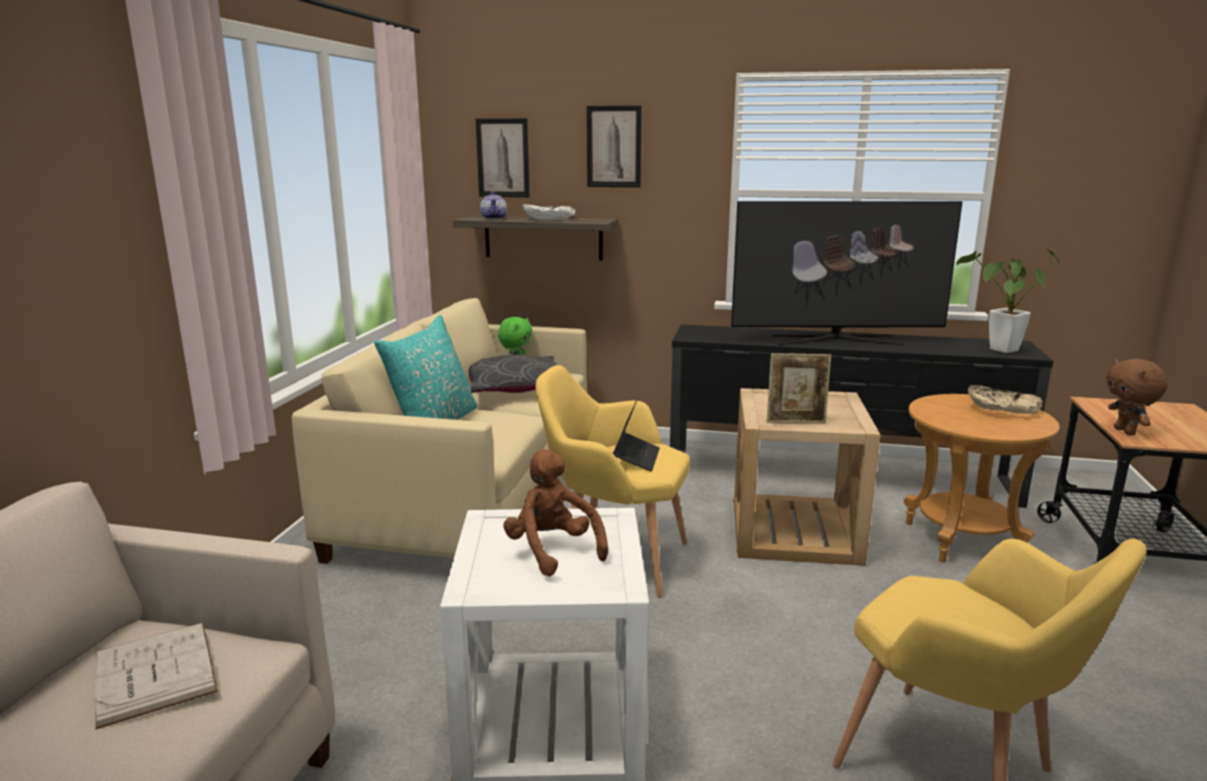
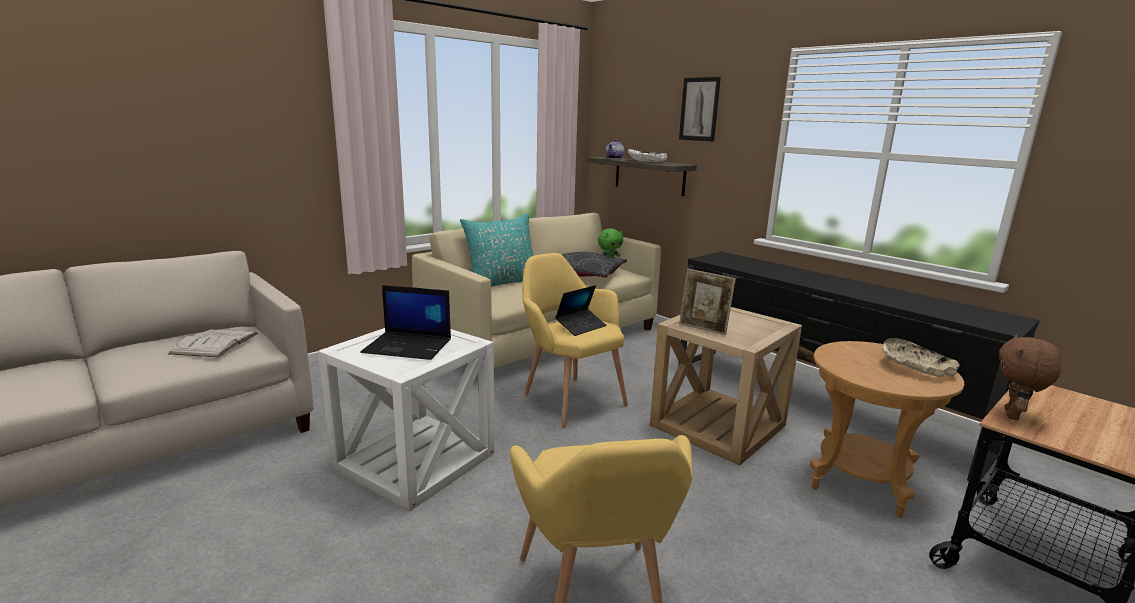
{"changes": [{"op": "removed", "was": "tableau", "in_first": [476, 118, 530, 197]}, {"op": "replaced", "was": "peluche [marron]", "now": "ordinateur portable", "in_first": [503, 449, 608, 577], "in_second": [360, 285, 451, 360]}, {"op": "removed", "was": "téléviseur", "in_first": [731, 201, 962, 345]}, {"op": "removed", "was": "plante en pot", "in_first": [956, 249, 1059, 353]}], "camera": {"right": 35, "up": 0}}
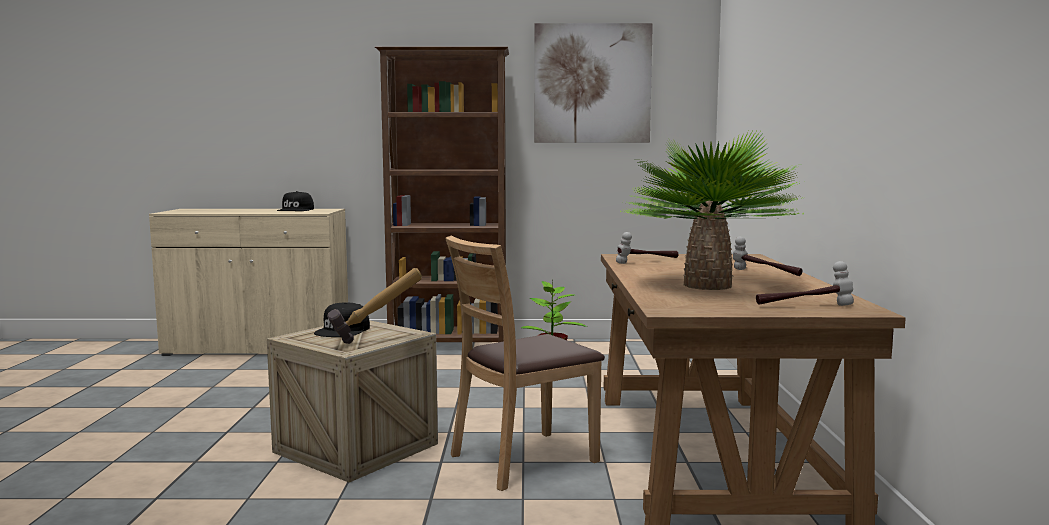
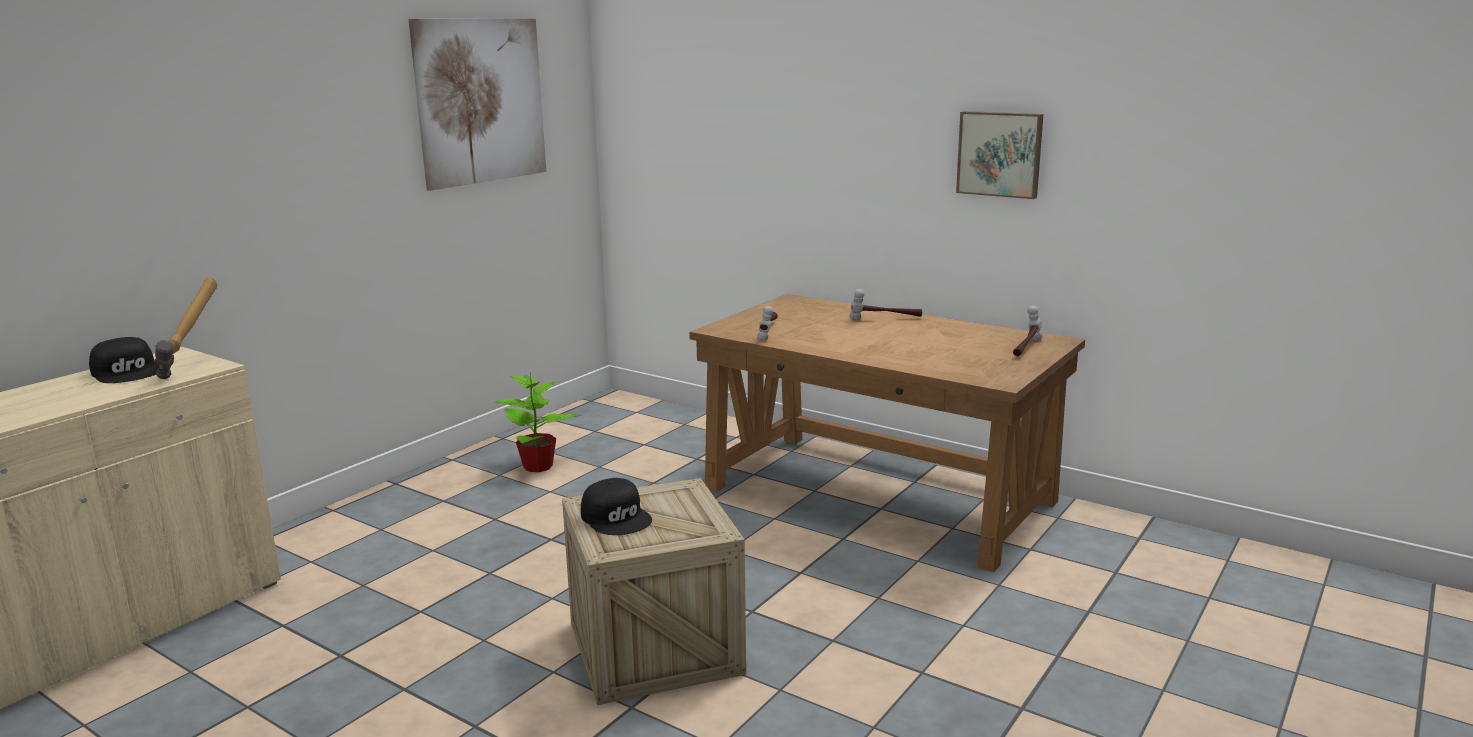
{"changes": [{"op": "moved", "was": "marteau", "in_first": [327, 268, 422, 344], "in_second": [154, 278, 217, 379]}, {"op": "removed", "was": "bibliothèque [marron]", "in_first": [375, 46, 509, 342]}, {"op": "removed", "was": "chaise [marron]", "in_first": [445, 235, 605, 491]}, {"op": "removed", "was": "plante en pot", "in_first": [621, 131, 807, 290]}, {"op": "added", "now": "tableau", "in_second": [956, 111, 1043, 199]}], "camera": {"right": -55, "up": 10}}
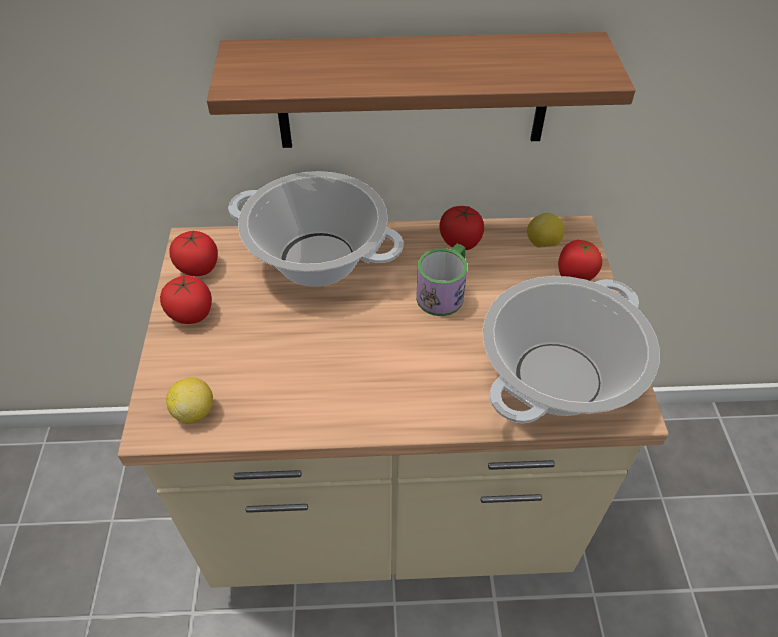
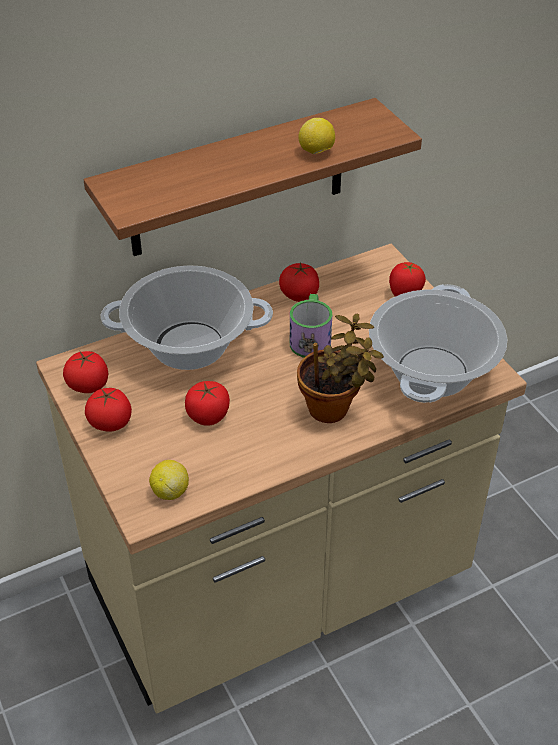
{"changes": [{"op": "moved", "was": "citron", "in_first": [527, 213, 565, 248], "in_second": [298, 118, 335, 154]}, {"op": "added", "now": "tomate", "in_second": [185, 381, 230, 426]}, {"op": "added", "now": "plante en pot", "in_second": [297, 313, 384, 423]}], "camera": {"right": -25, "up": -5}}
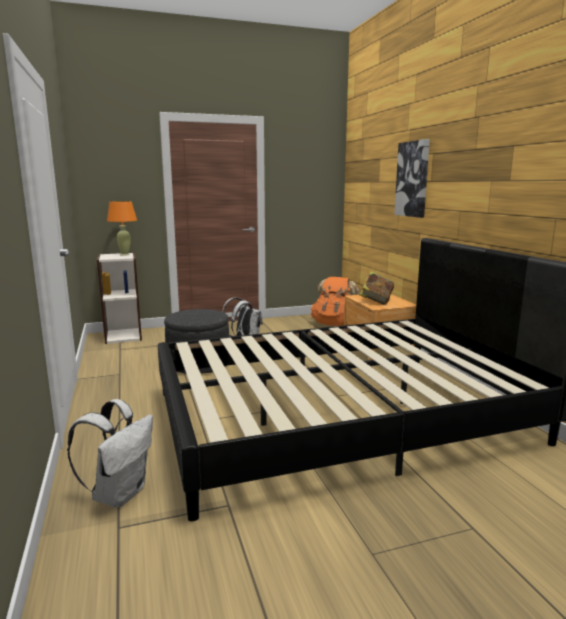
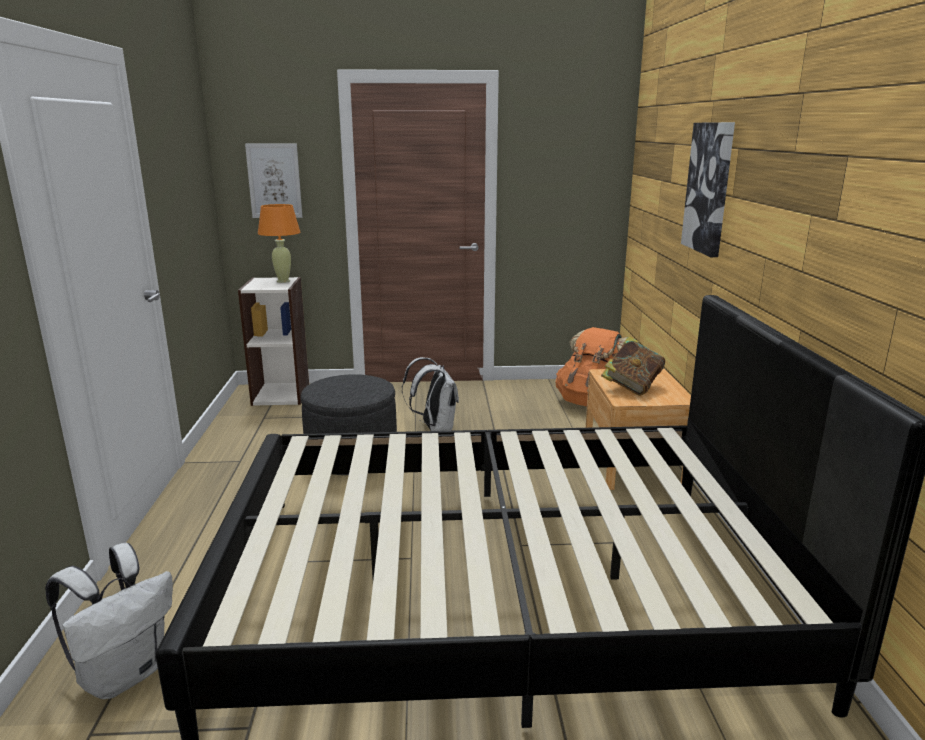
{"changes": [{"op": "added", "now": "tableau", "in_second": [245, 144, 302, 218]}], "camera": {"right": 15, "up": 5}}
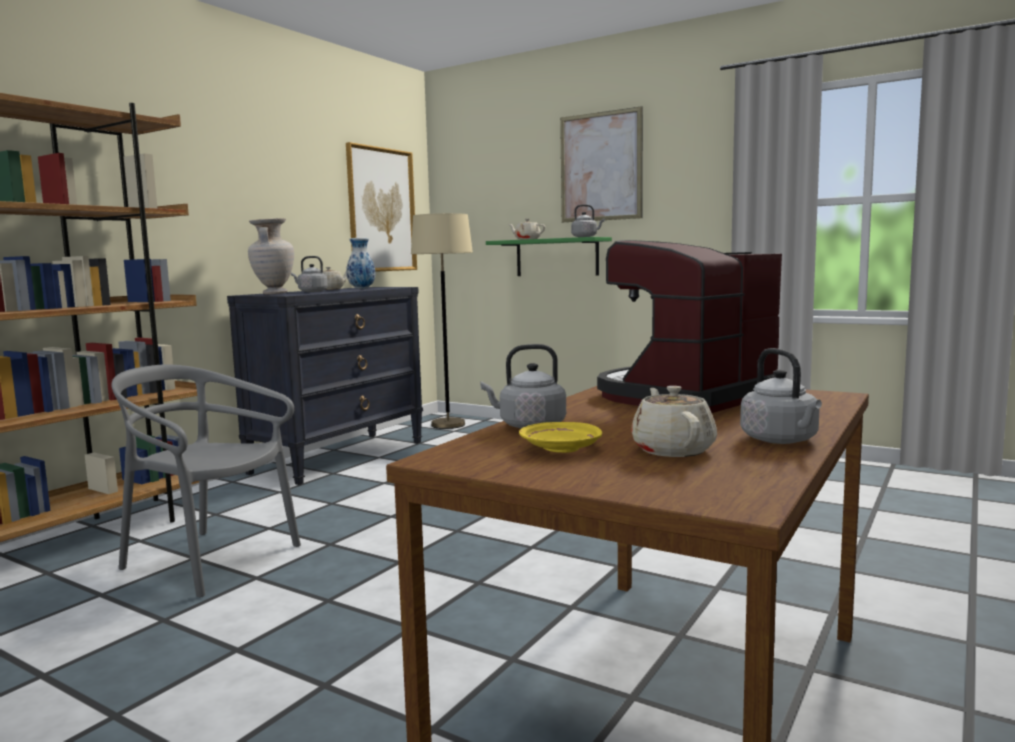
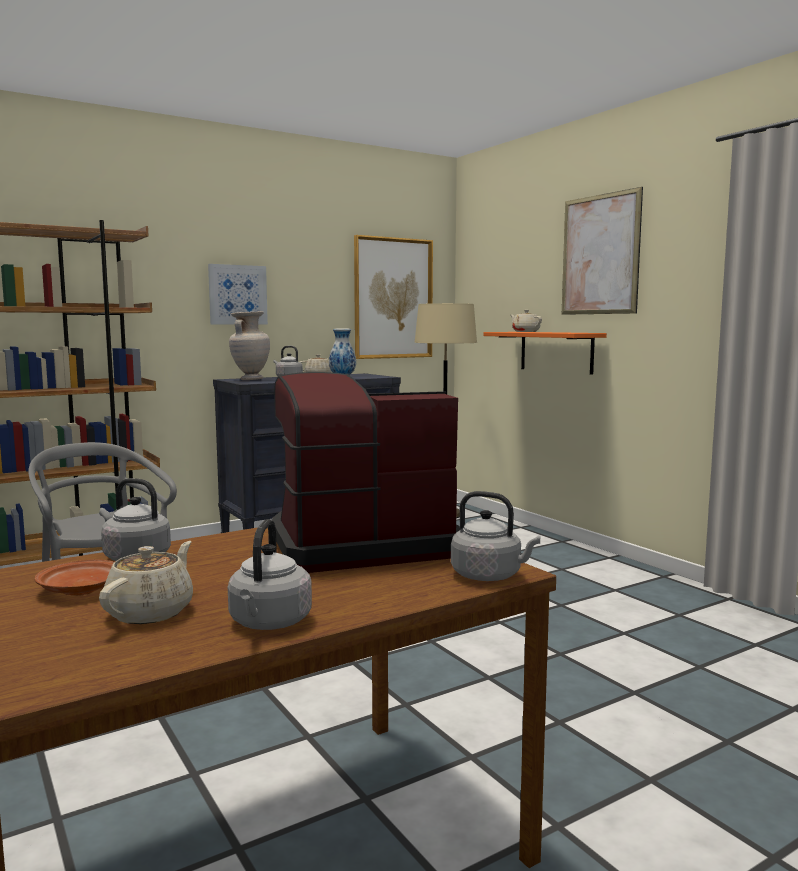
{"changes": [{"op": "recoloured", "was": "étagère [vert]", "now": "étagère [orange]", "in_first": [486, 237, 612, 276], "in_second": [484, 332, 607, 375]}, {"op": "recoloured", "was": "assiette [jaune]", "now": "assiette [marron]", "in_first": [519, 422, 602, 453], "in_second": [35, 559, 114, 596]}, {"op": "moved", "was": "bouilloire [gris]", "in_first": [571, 204, 605, 237], "in_second": [451, 491, 541, 581]}, {"op": "added", "now": "tableau", "in_second": [208, 264, 268, 324]}], "camera": {"right": 25, "up": 0}}
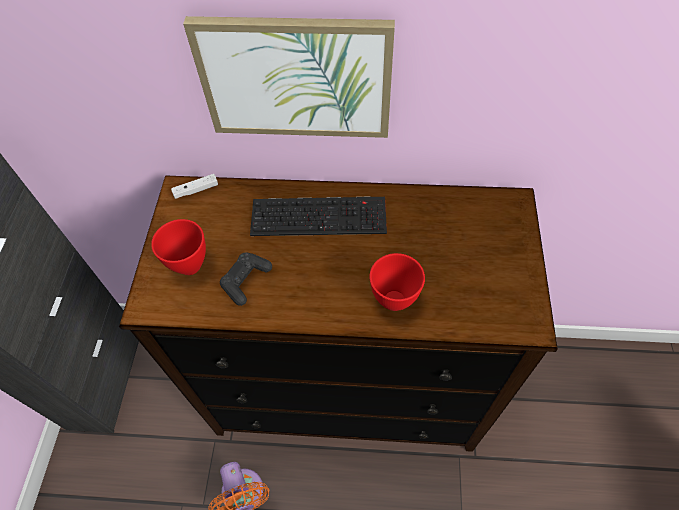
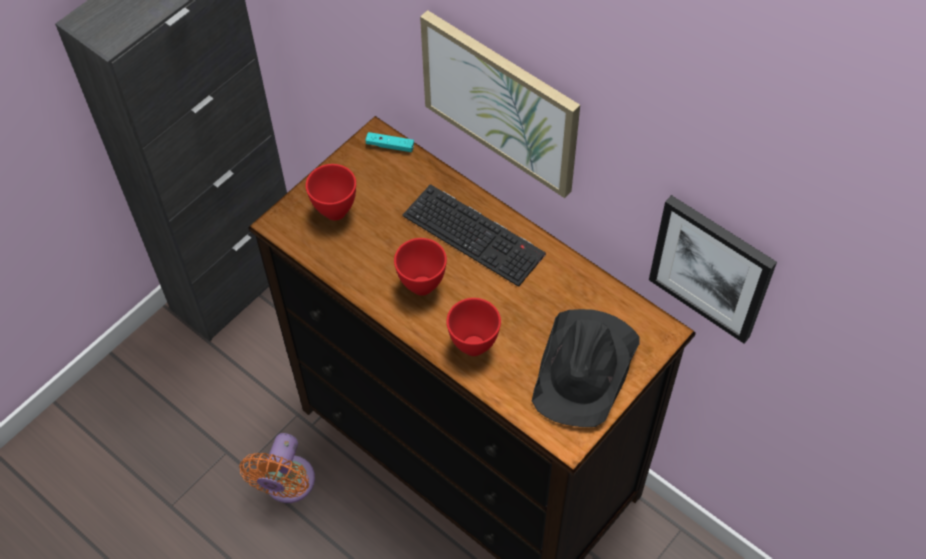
{"changes": [{"op": "recoloured", "was": "manette [blanc]", "now": "manette [turquoise]", "in_first": [171, 174, 218, 199], "in_second": [366, 132, 414, 152]}, {"op": "removed", "was": "manette [noir]", "in_first": [220, 253, 272, 306]}, {"op": "added", "now": "bol [rouge]", "in_second": [394, 238, 447, 296]}, {"op": "added", "now": "chapeau [noir]", "in_second": [532, 309, 640, 427]}, {"op": "added", "now": "tableau", "in_second": [649, 195, 777, 344]}], "camera": {"right": 35, "up": 0}}
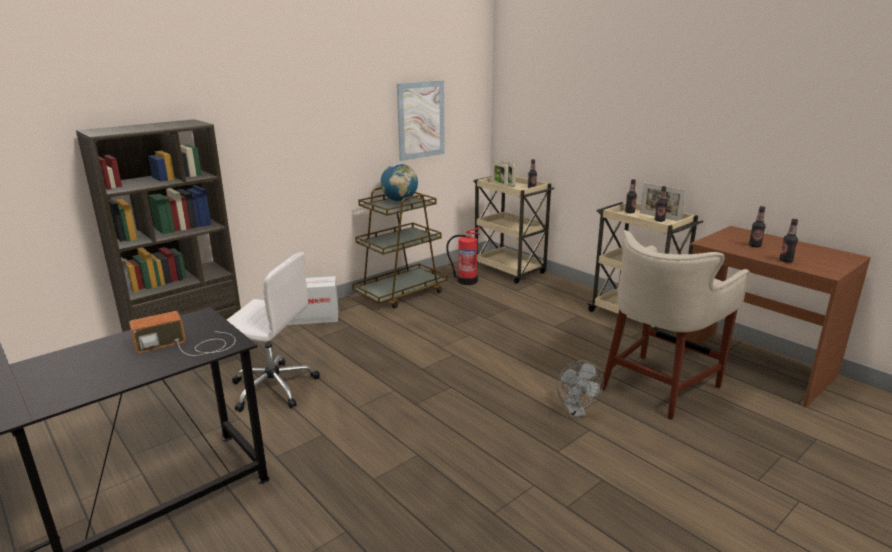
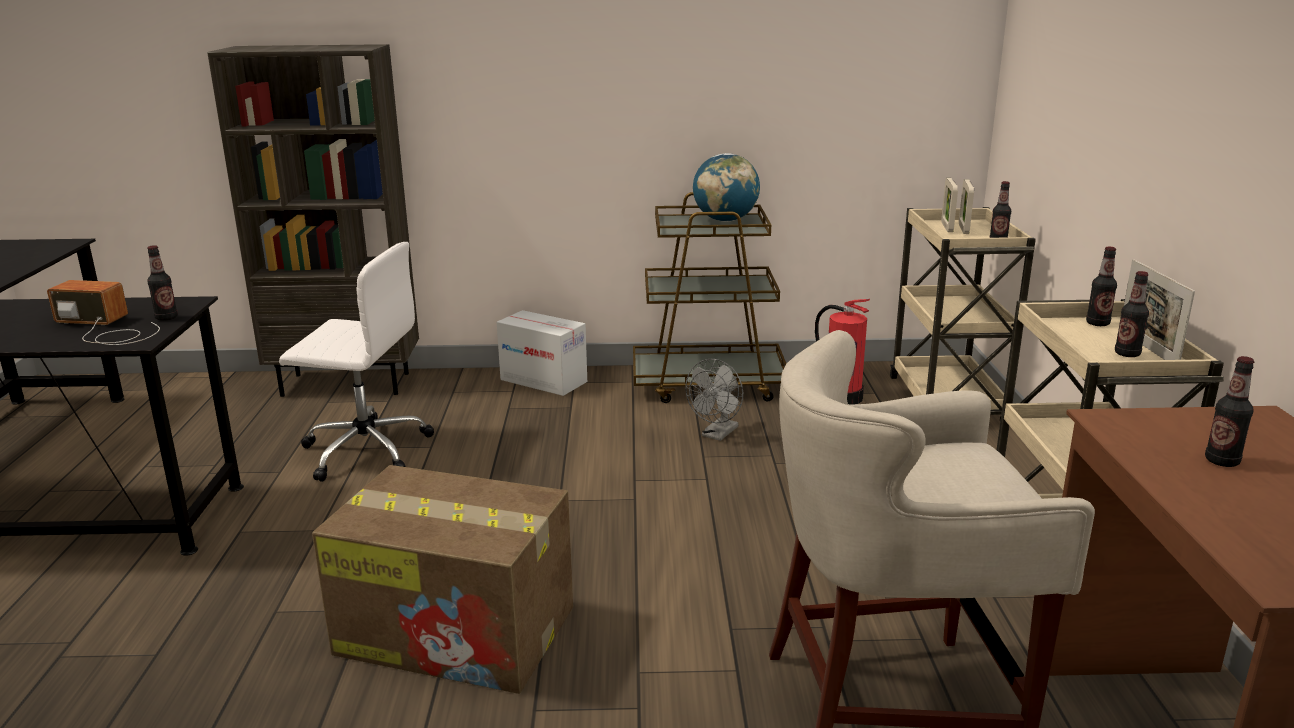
{"changes": [{"op": "turned", "was": "chaise de bureau [blanc]", "in_first": [227, 252, 320, 412], "in_second": [279, 242, 434, 482], "clockwise": -45}, {"op": "removed", "was": "tableau", "in_first": [397, 80, 445, 161]}, {"op": "moved", "was": "ventilateur [gris]", "in_first": [557, 361, 604, 418], "in_second": [685, 359, 743, 441]}, {"op": "moved", "was": "bouteille", "in_first": [779, 219, 798, 263], "in_second": [147, 245, 178, 321]}, {"op": "added", "now": "carton", "in_second": [312, 465, 573, 694]}], "camera": {"right": 40, "up": 0}}
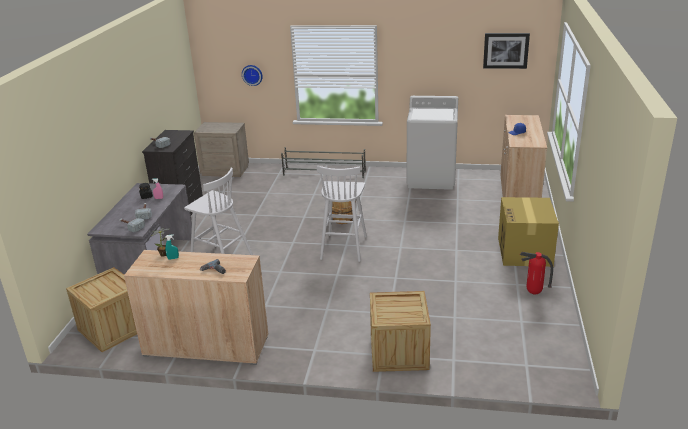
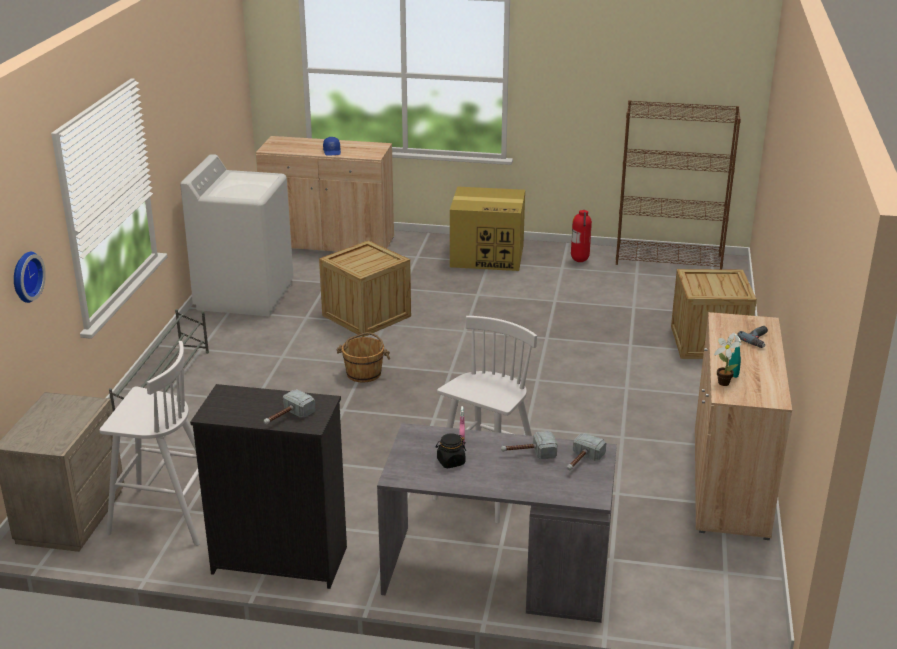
{"changes": [{"op": "moved", "was": "caisse", "in_first": [66, 267, 137, 352], "in_second": [319, 240, 411, 337]}, {"op": "moved", "was": "tabouret [blanc]", "in_first": [317, 165, 367, 262], "in_second": [99, 341, 200, 546]}, {"op": "removed", "was": "tableau", "in_first": [483, 33, 530, 69]}, {"op": "added", "now": "bibliothèque [marron]", "in_second": [616, 100, 741, 269]}], "camera": {"right": -90, "up": 0}}
